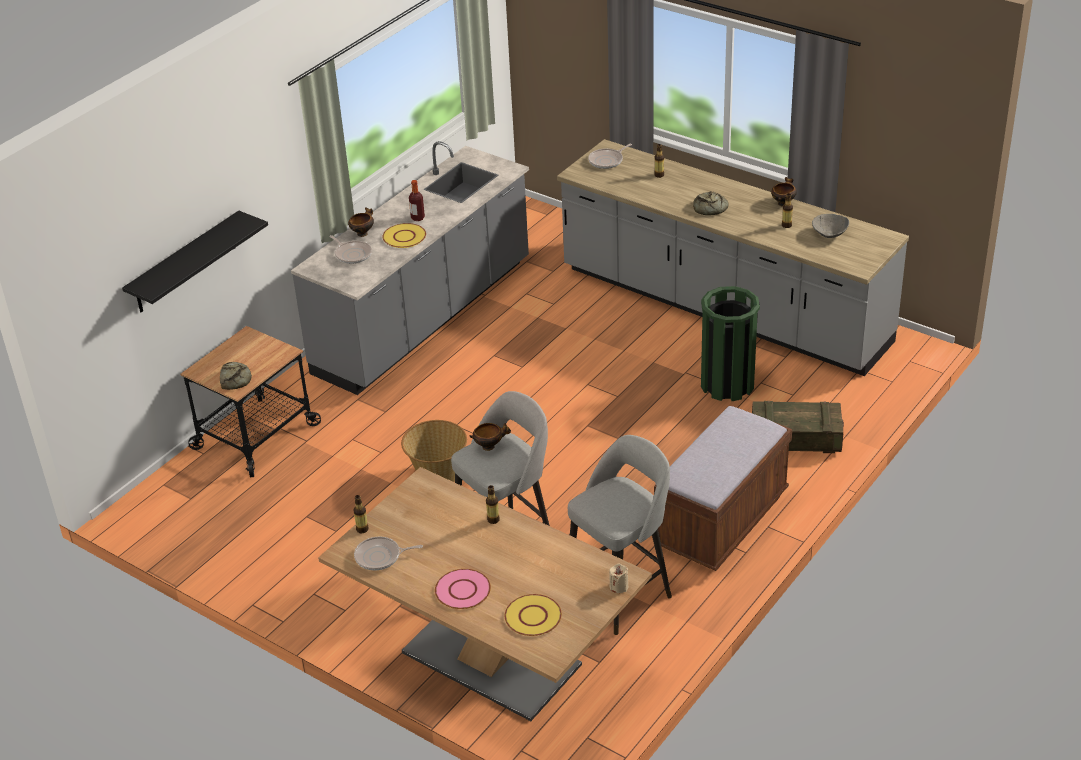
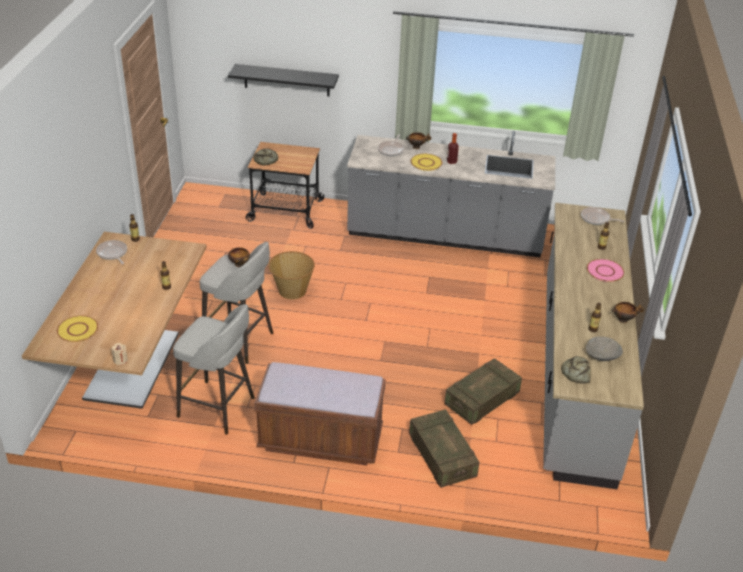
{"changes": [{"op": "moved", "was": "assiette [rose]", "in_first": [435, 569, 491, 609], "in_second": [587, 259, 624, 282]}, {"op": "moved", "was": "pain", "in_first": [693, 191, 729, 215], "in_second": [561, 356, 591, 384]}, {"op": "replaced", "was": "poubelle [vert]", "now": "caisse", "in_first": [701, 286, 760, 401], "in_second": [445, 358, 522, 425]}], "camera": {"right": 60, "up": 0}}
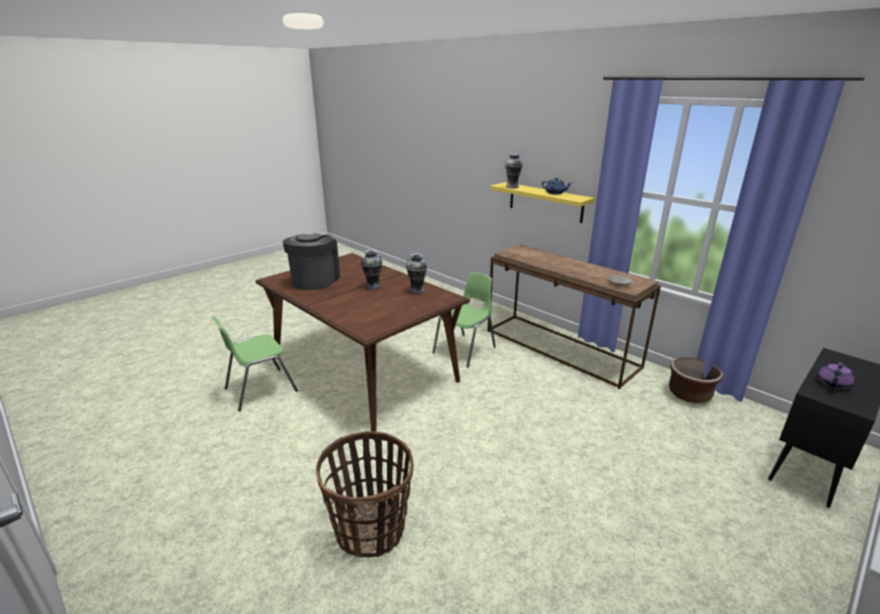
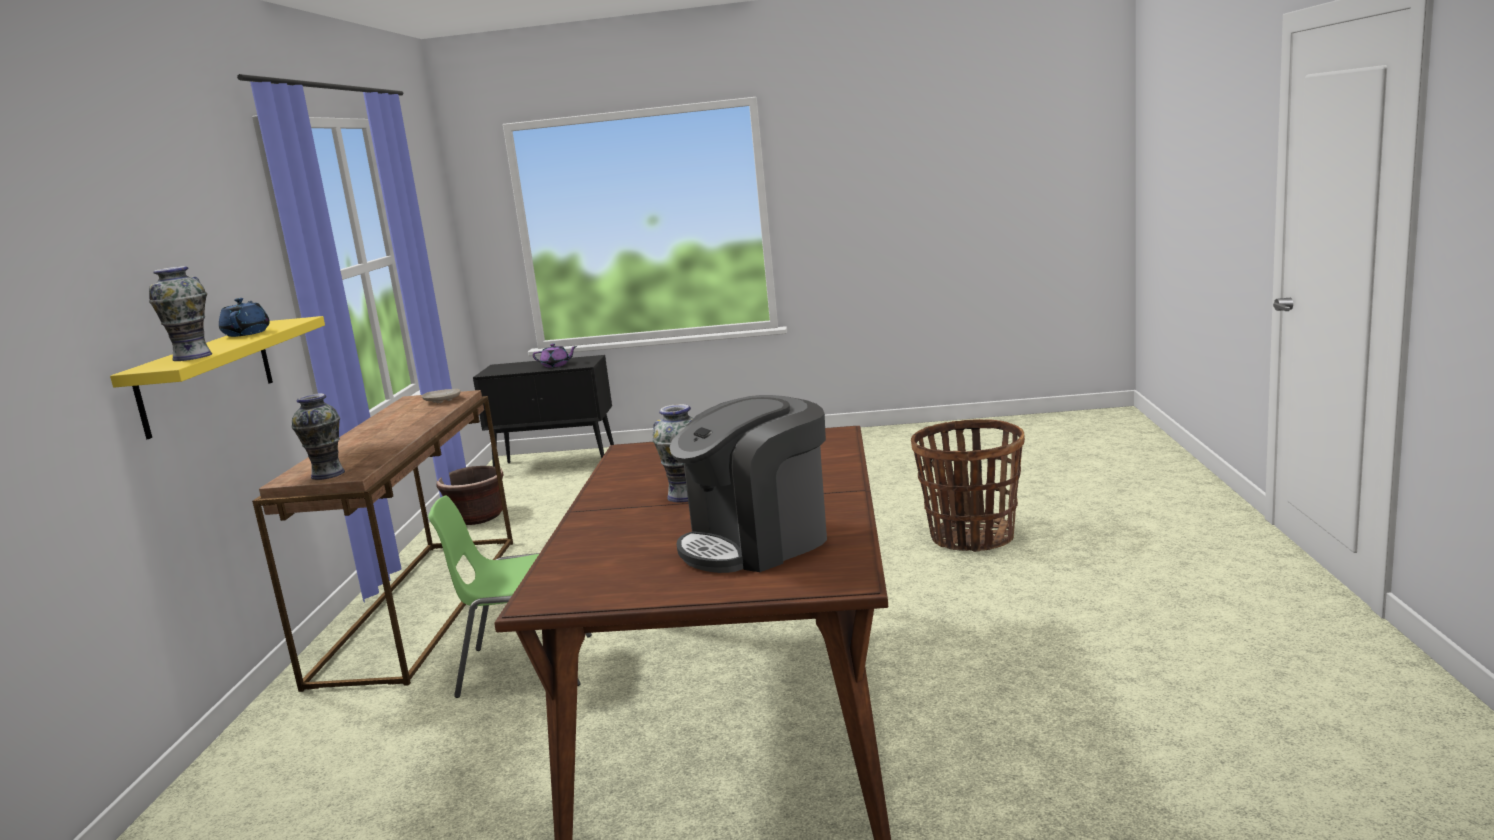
{"changes": [{"op": "removed", "was": "chaise [vert]", "in_first": [212, 316, 298, 411]}, {"op": "moved", "was": "vase", "in_first": [406, 253, 427, 294], "in_second": [292, 394, 345, 480]}], "camera": {"right": -130, "up": -10}}
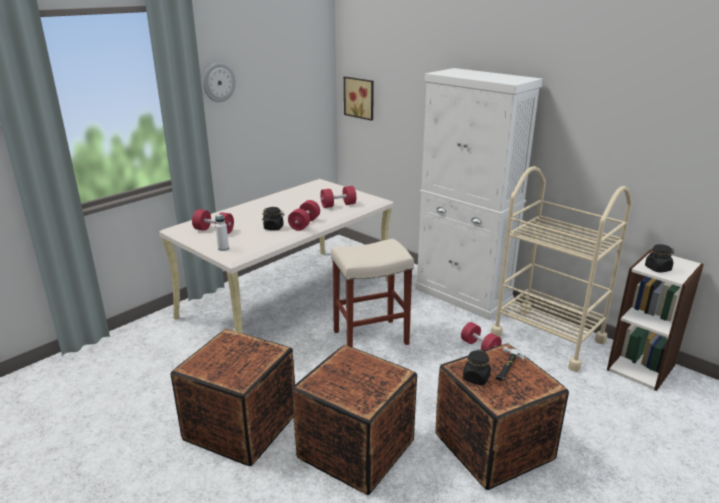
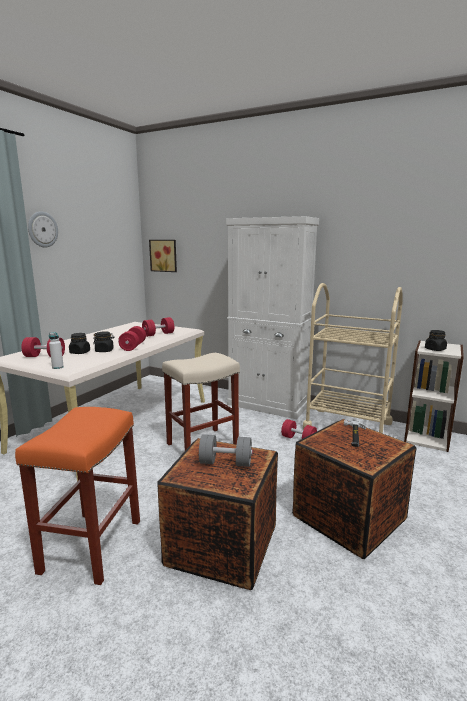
{"changes": [{"op": "replaced", "was": "caisse", "now": "tabouret [orange]", "in_first": [171, 329, 295, 466], "in_second": [15, 407, 140, 585]}, {"op": "moved", "was": "bocal [noir]", "in_first": [463, 349, 491, 385], "in_second": [69, 333, 90, 354]}, {"op": "added", "now": "haltère [gris]", "in_second": [199, 434, 253, 467]}], "camera": {"right": -15, "up": -10}}
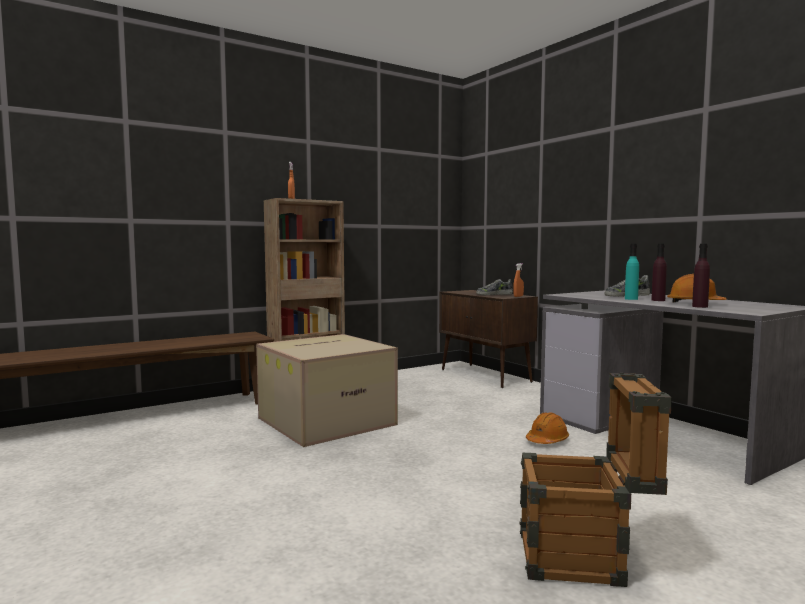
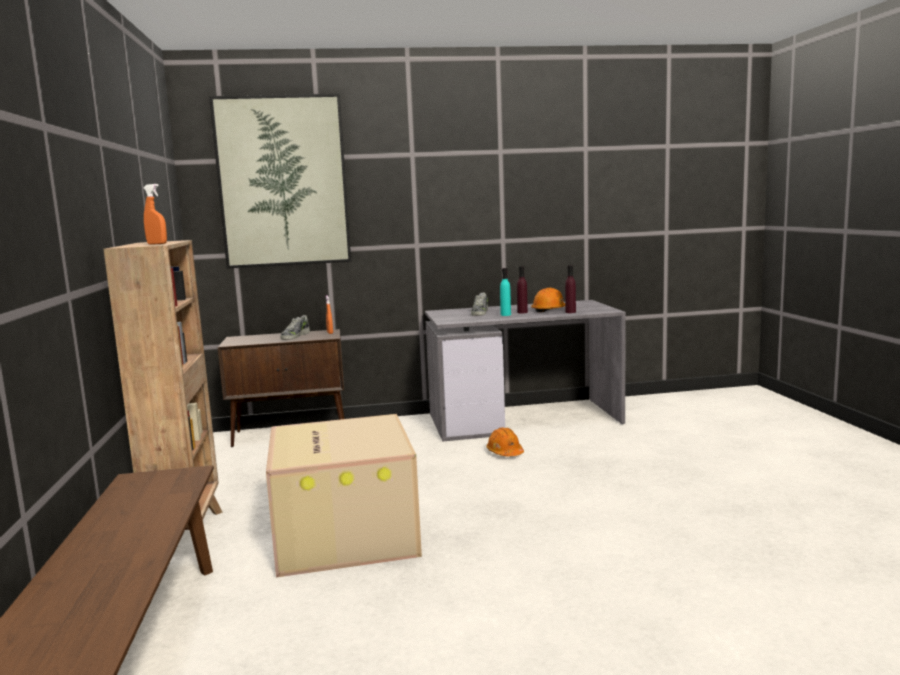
{"changes": [{"op": "removed", "was": "caisse", "in_first": [519, 373, 672, 587]}, {"op": "added", "now": "tableau", "in_second": [209, 94, 351, 268]}], "camera": {"right": -65, "up": 5}}
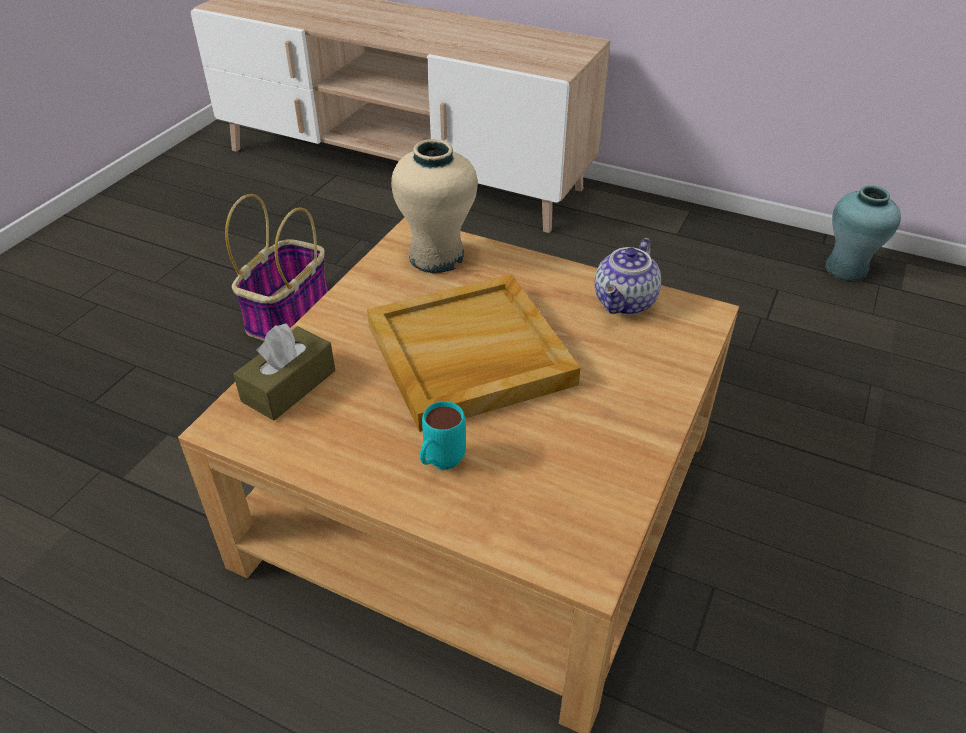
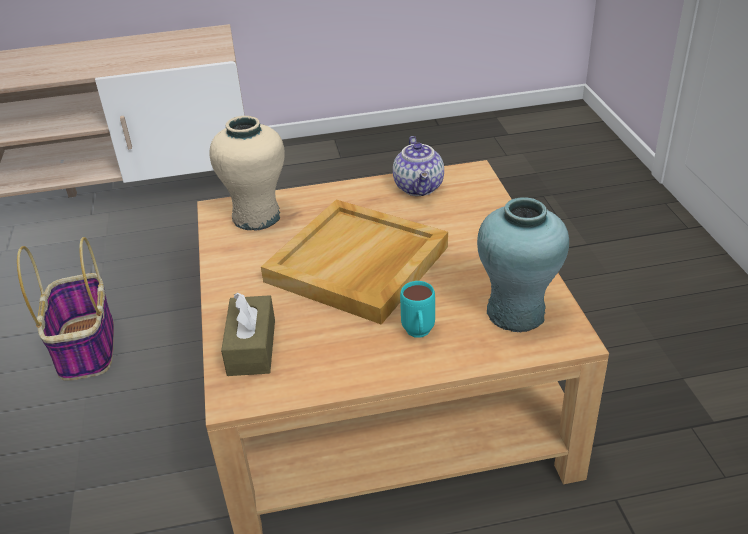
{"changes": [{"op": "moved", "was": "vase [turquoise]", "in_first": [825, 185, 901, 282], "in_second": [477, 197, 569, 332]}], "camera": {"right": -35, "up": -5}}
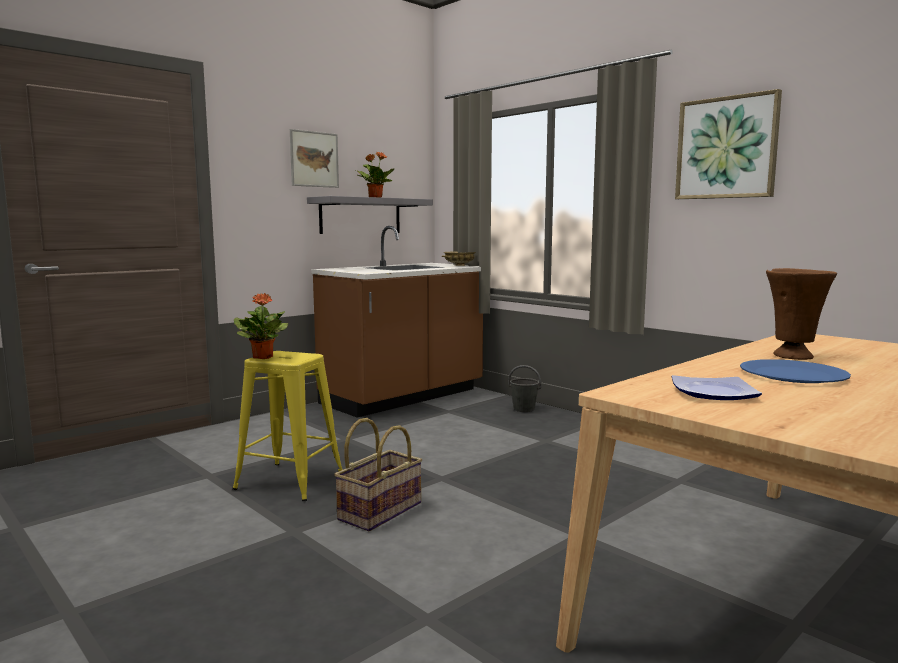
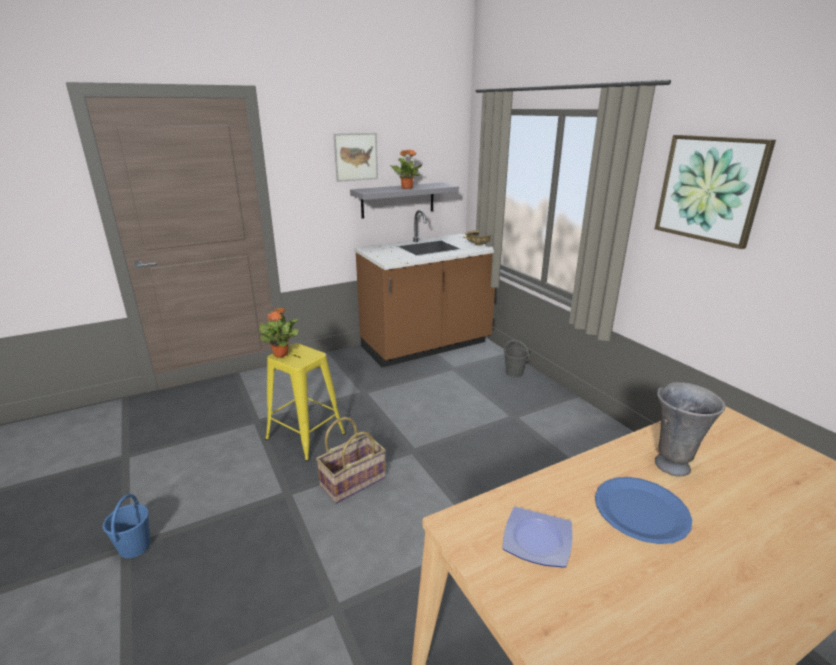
{"changes": [{"op": "recoloured", "was": "vase [marron]", "now": "vase [gris]", "in_first": [766, 268, 837, 360], "in_second": [655, 382, 726, 477]}, {"op": "added", "now": "seau [bleu]", "in_second": [103, 494, 151, 558]}], "camera": {"right": 15, "up": 15}}
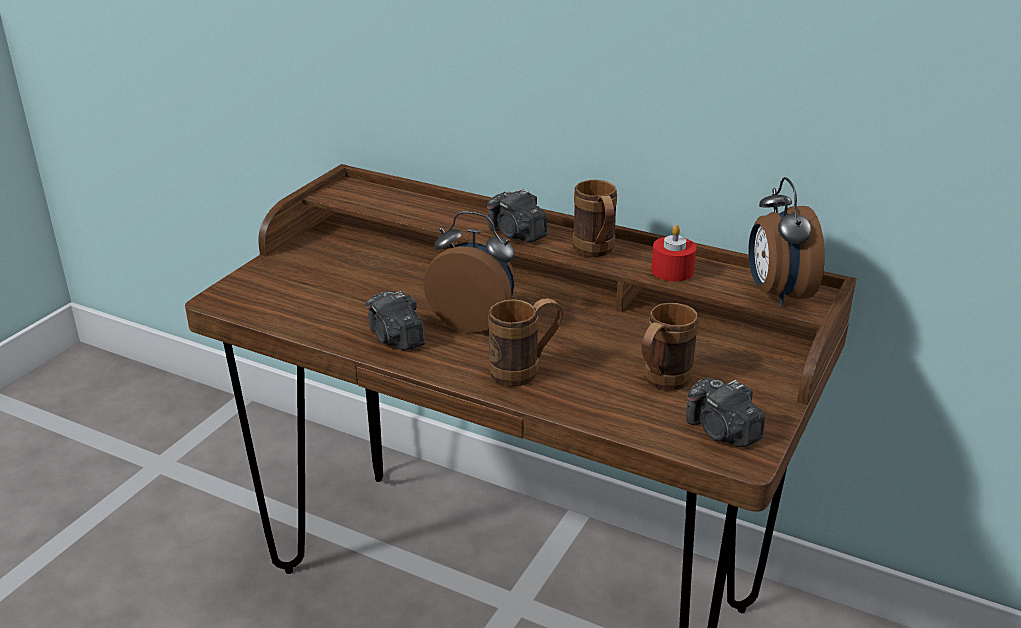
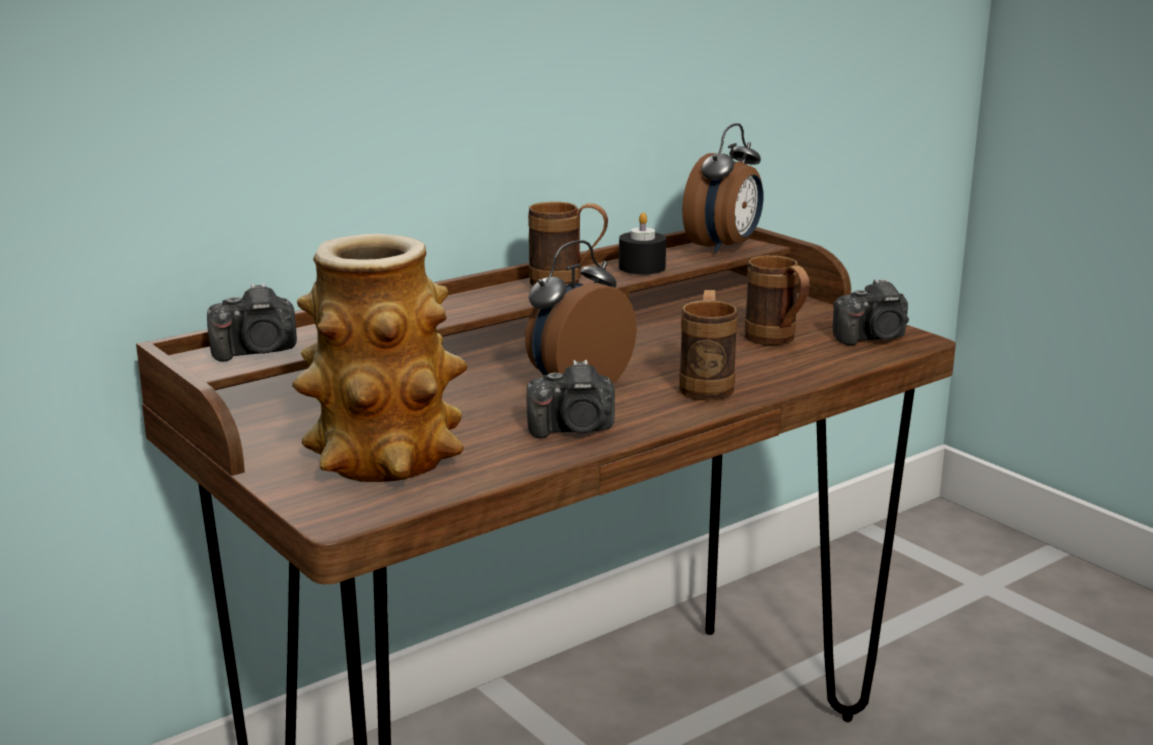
{"changes": [{"op": "moved", "was": "appareil photo", "in_first": [487, 189, 548, 242], "in_second": [207, 283, 297, 362]}, {"op": "recoloured", "was": "bougie [rouge]", "now": "bougie [noir]", "in_first": [651, 225, 696, 281], "in_second": [619, 212, 666, 274]}, {"op": "turned", "was": "réveil", "in_first": [748, 177, 825, 306], "in_second": [682, 123, 763, 254], "clockwise": -75}, {"op": "added", "now": "vase", "in_second": [292, 234, 467, 482]}], "camera": {"right": -65, "up": -10}}
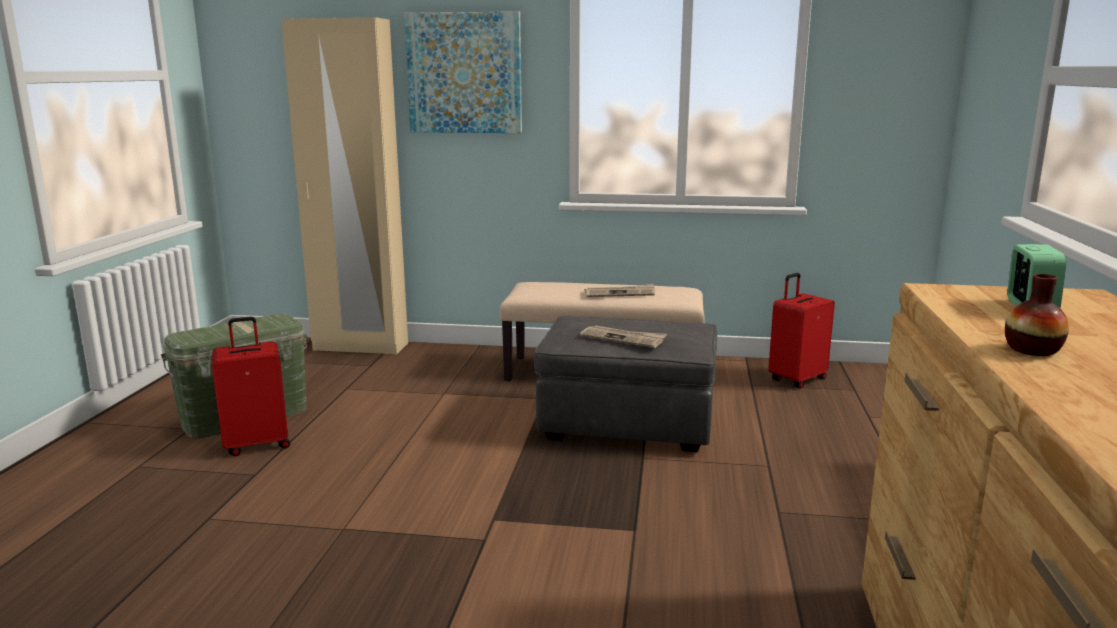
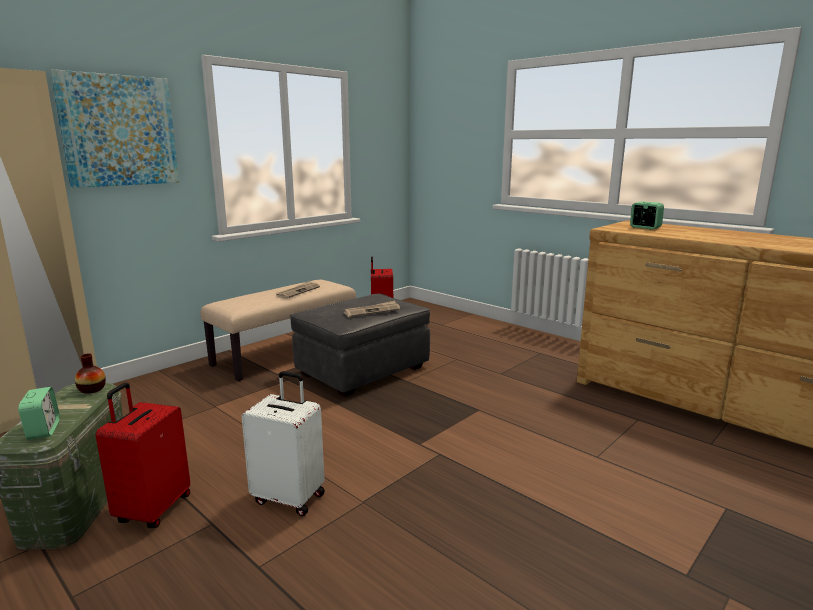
{"changes": [{"op": "moved", "was": "vase", "in_first": [1005, 274, 1069, 356], "in_second": [75, 353, 106, 394]}, {"op": "added", "now": "réveil", "in_second": [18, 387, 60, 440]}, {"op": "added", "now": "valise [blanc]", "in_second": [242, 371, 325, 516]}], "camera": {"right": -55, "up": 0}}
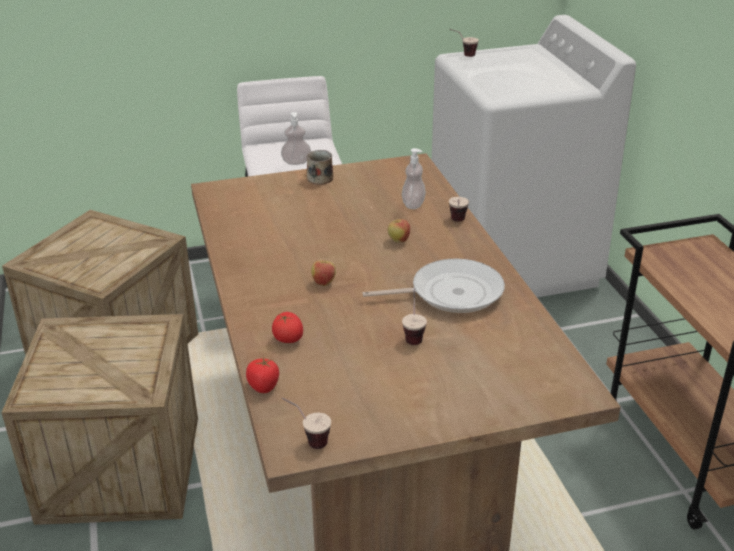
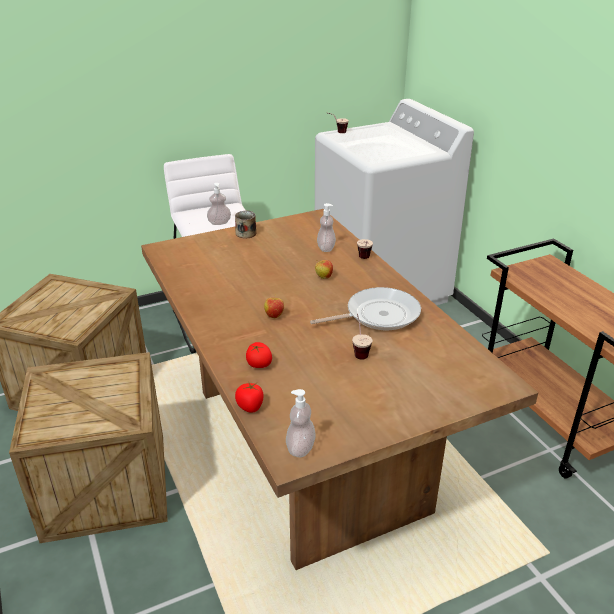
{"changes": [{"op": "replaced", "was": "tasse", "now": "distributeur de savon", "in_first": [282, 397, 331, 449], "in_second": [286, 389, 316, 457]}], "camera": {"right": -10, "up": 0}}
